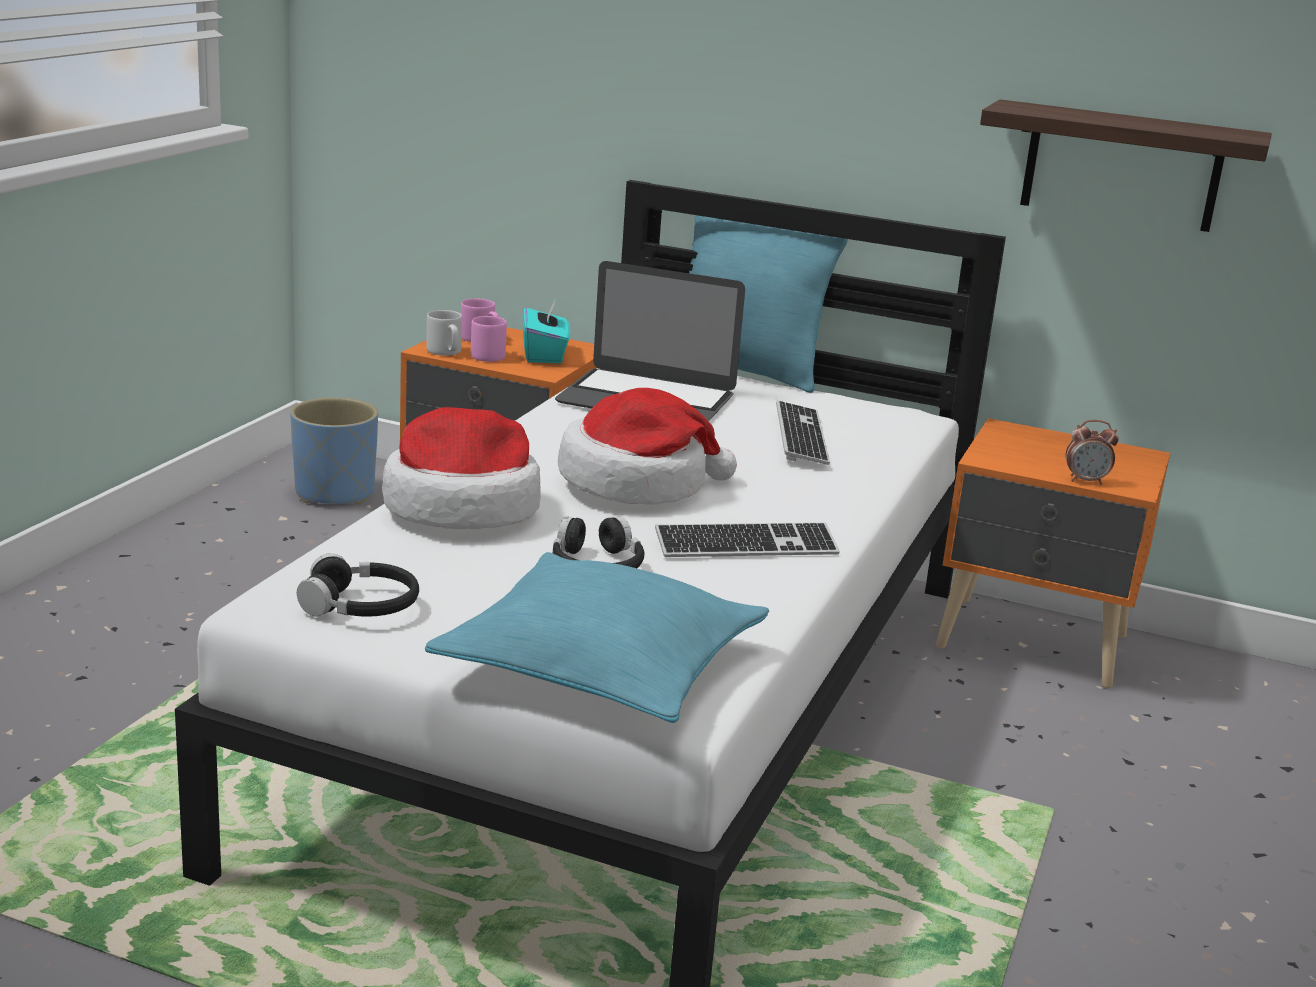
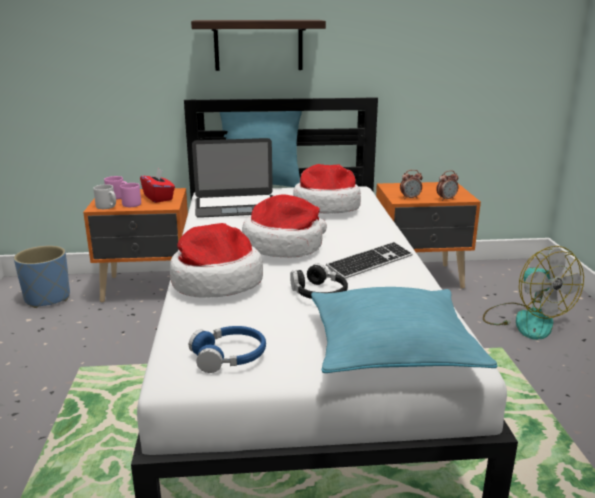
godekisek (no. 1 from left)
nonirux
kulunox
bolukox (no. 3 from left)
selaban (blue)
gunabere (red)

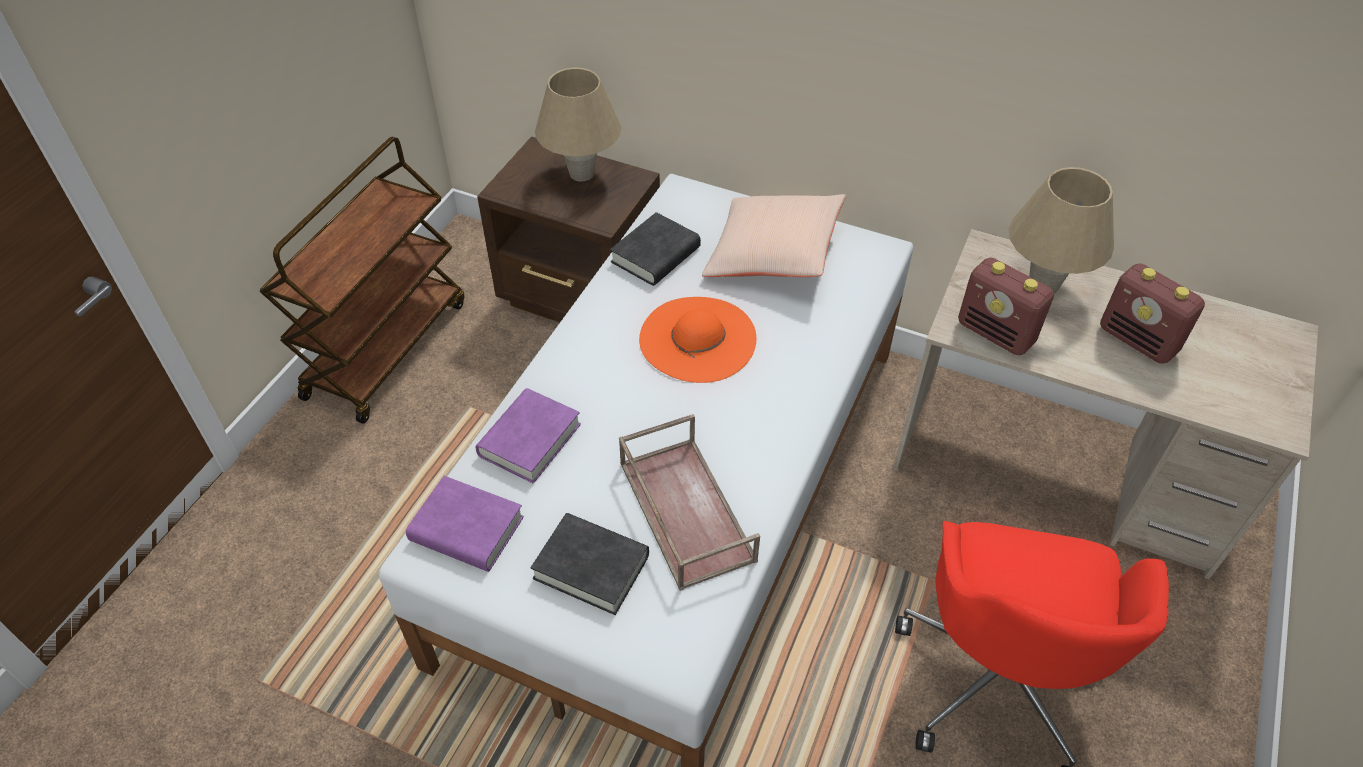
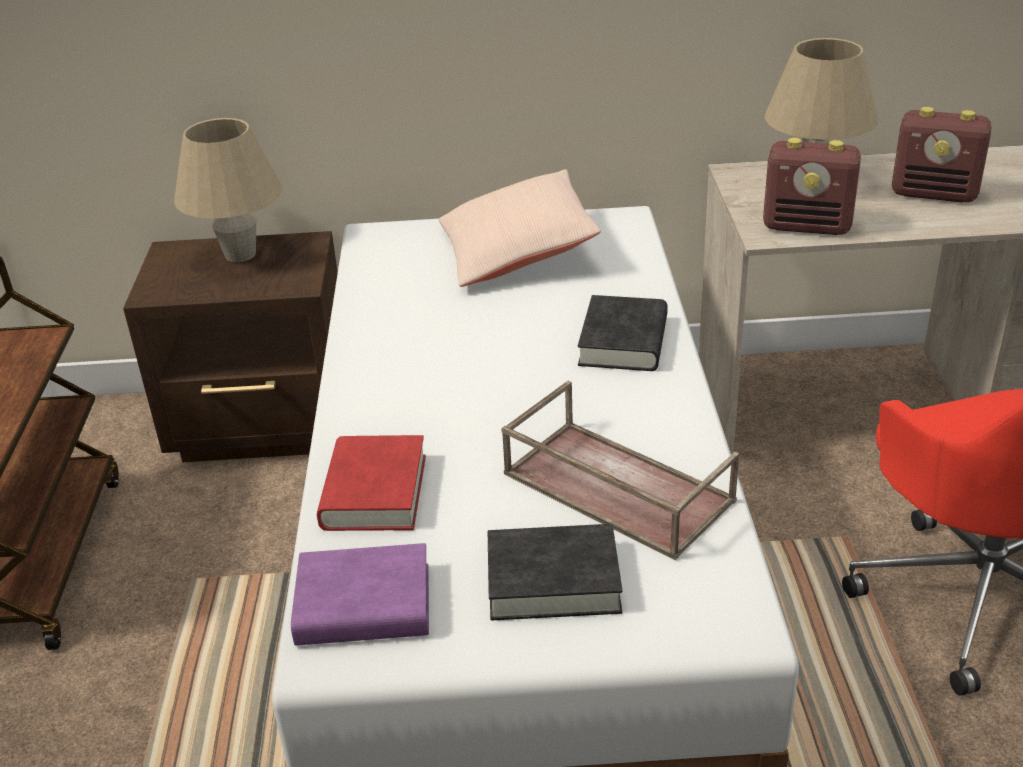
bolukox (orange)
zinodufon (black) (no. 2 from left)
zinodufon (red)

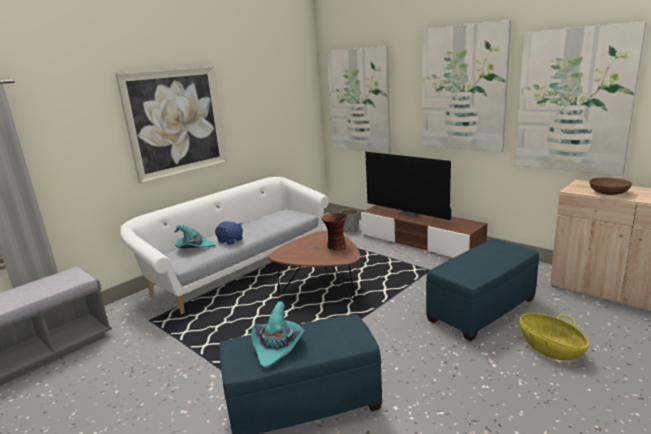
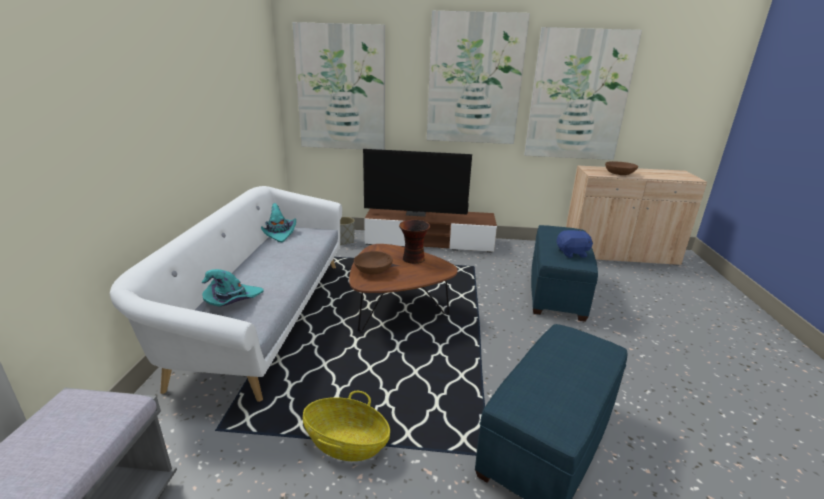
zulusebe (no. 1 from left in the first image)
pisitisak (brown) (no. 1 from left)
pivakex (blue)
bolukox (turquoise) (no. 2 from left)
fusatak

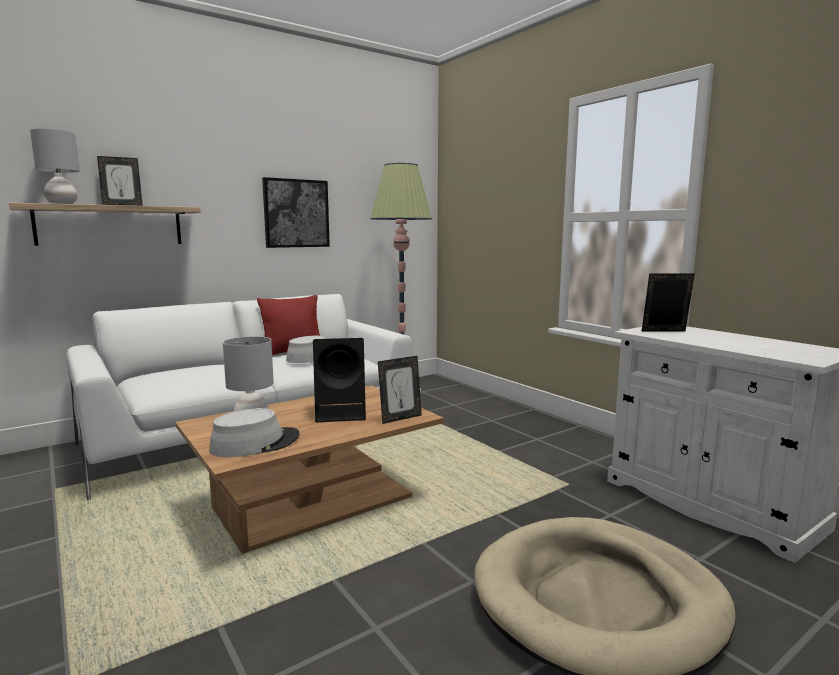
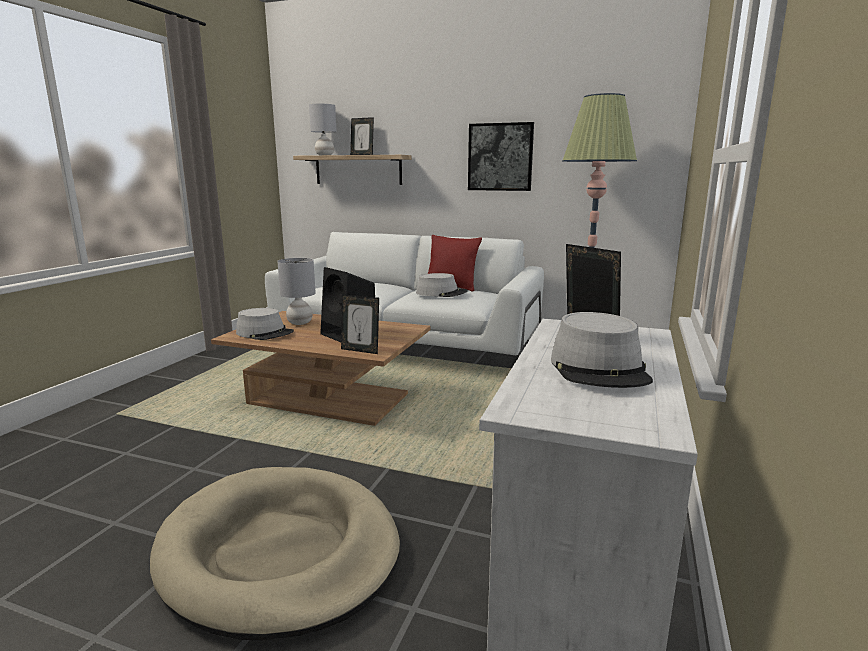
bolukox (grey) (no. 3 from left)

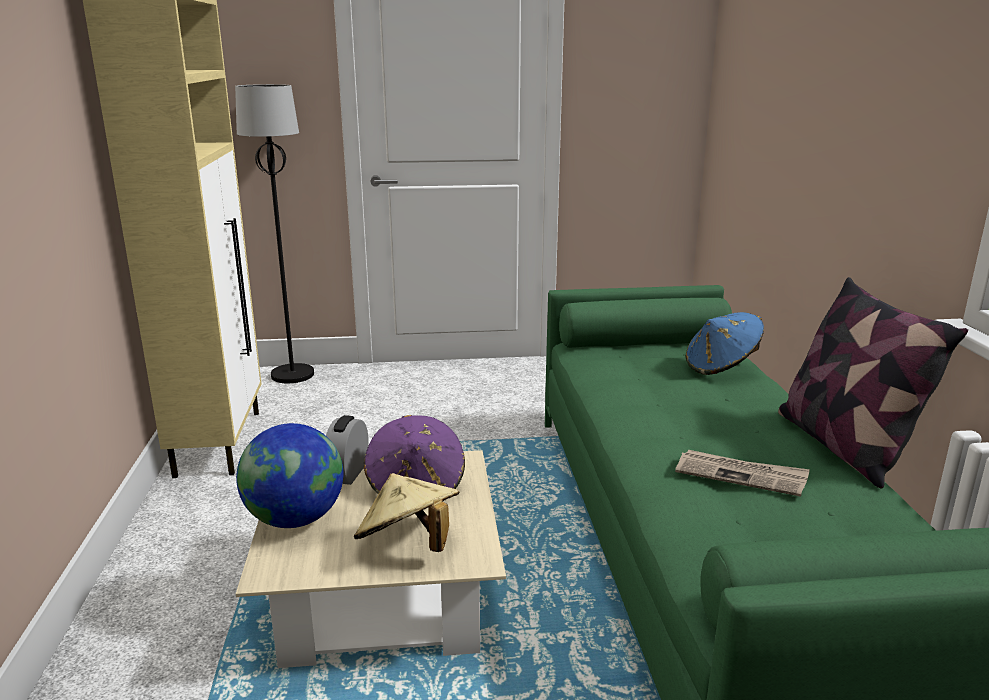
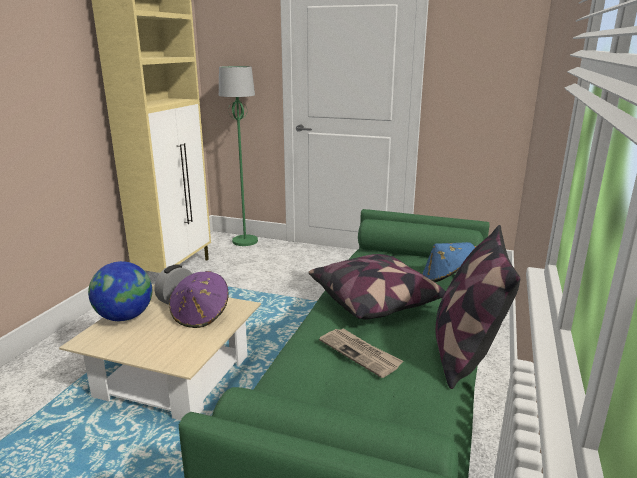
bolukox (beige)
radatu (no. 1 from left)
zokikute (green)

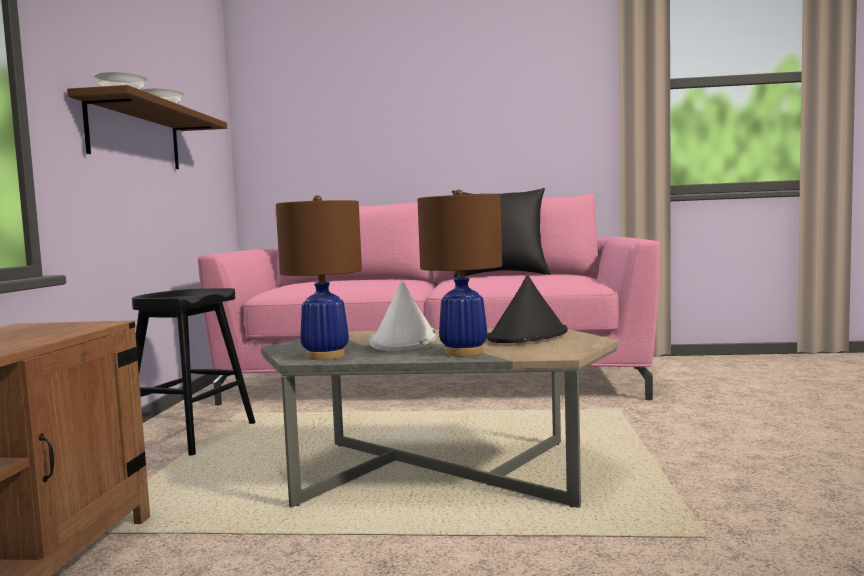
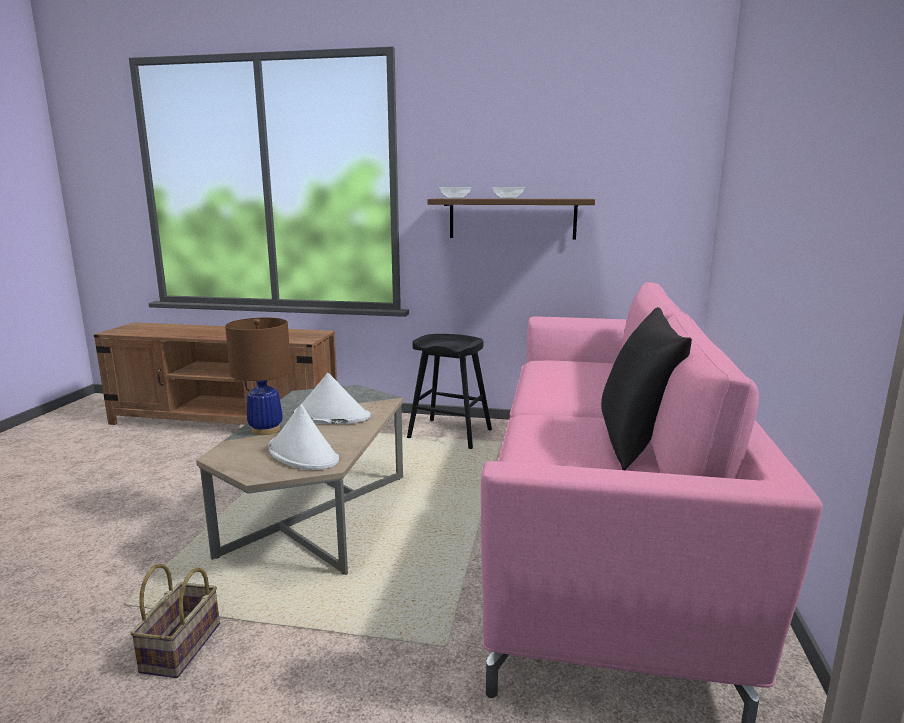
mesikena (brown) (no. 1 from left in the first image)
fusatak
bolukox (white) (no. 1 from left)

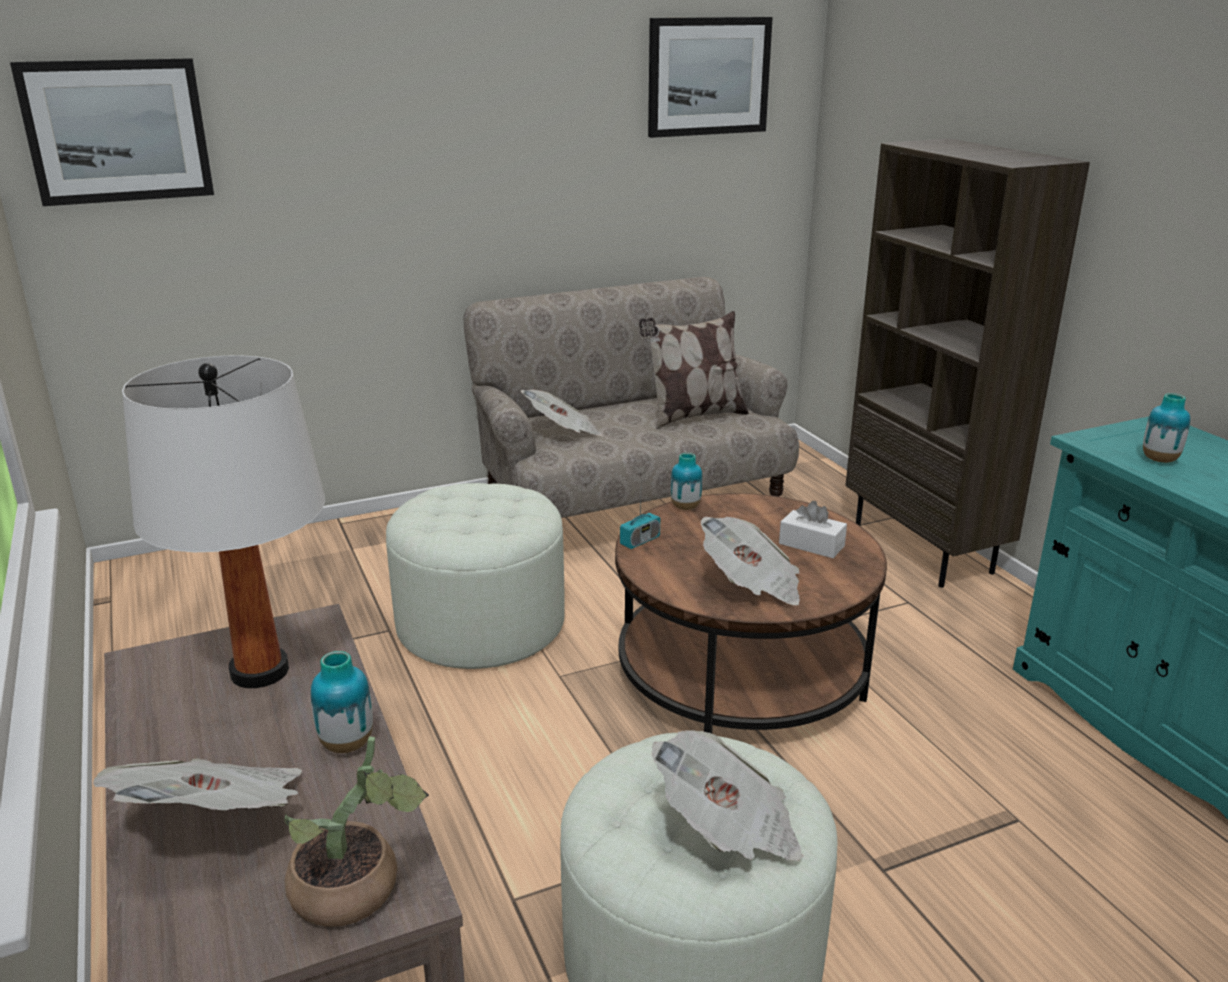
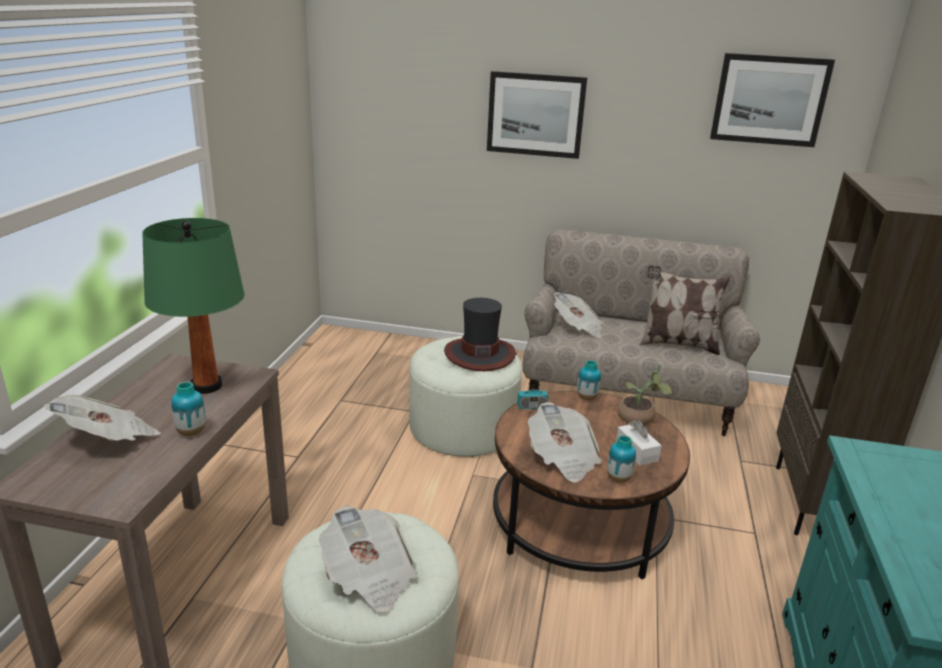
bolukox
zulusebe (no. 1 from left)
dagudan
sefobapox (no. 3 from left)
mesikena (green)

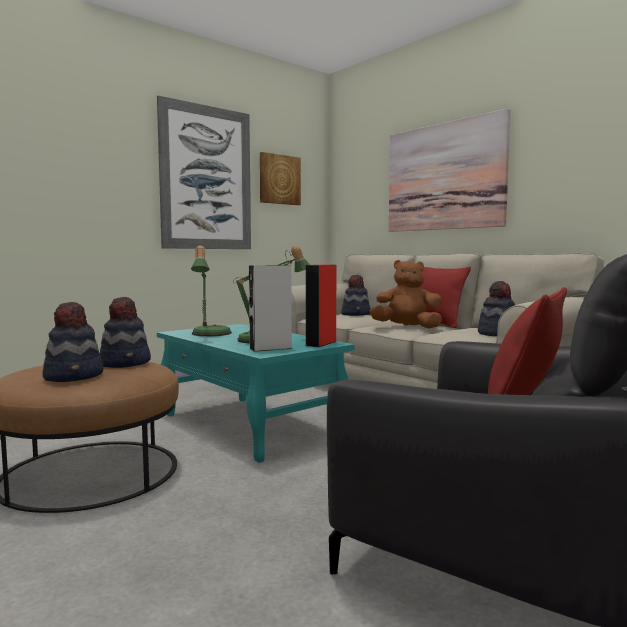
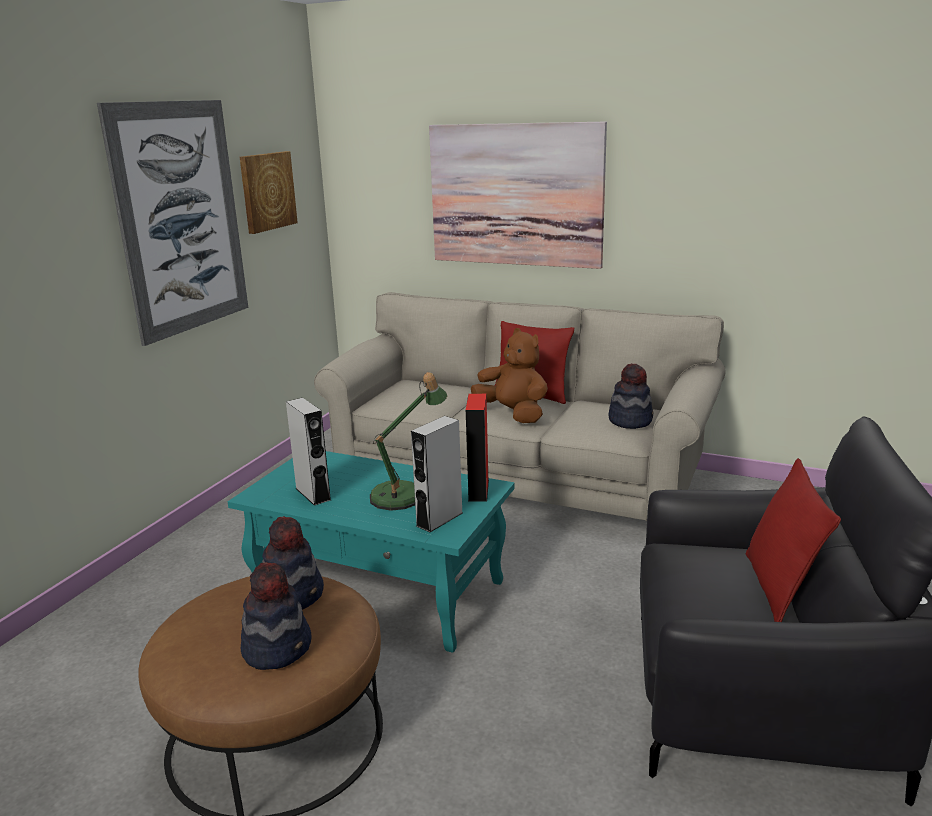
bolukox (no. 3 from left in the first image)
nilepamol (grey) (no. 1 from left)
pivakex (brown)

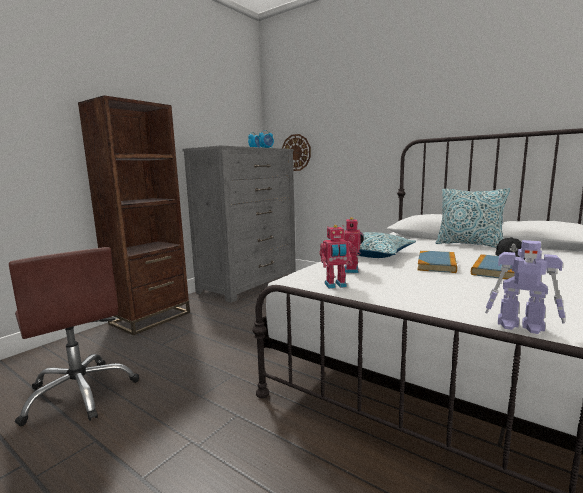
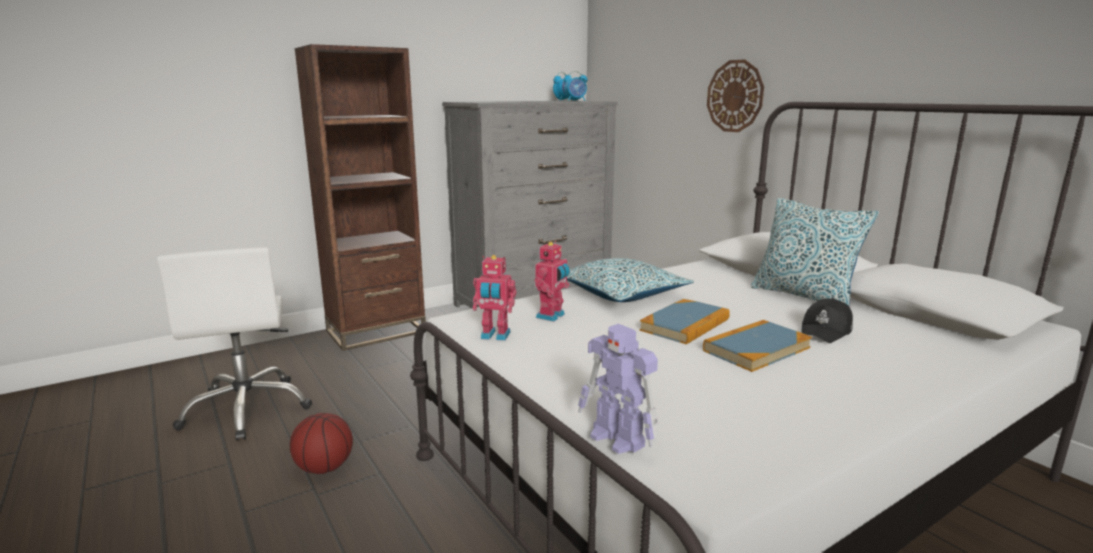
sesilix
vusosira
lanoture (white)

